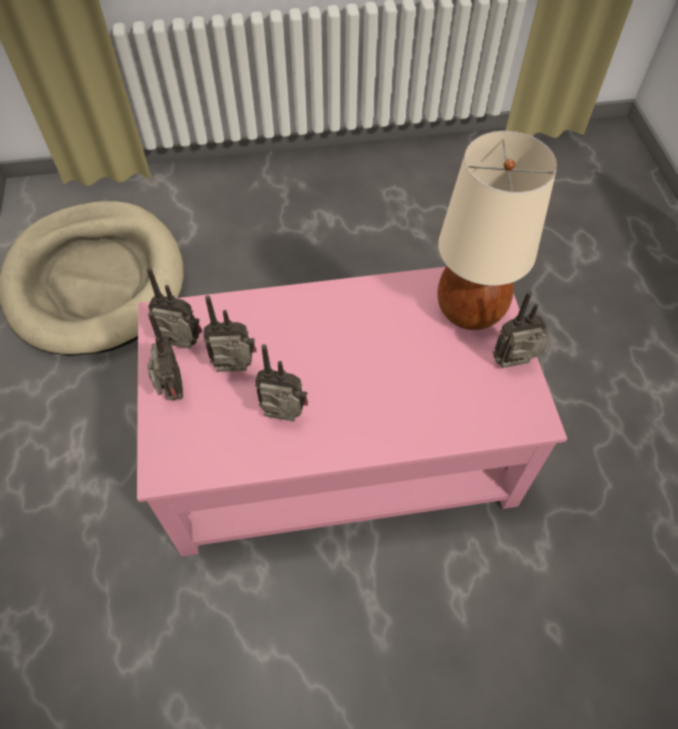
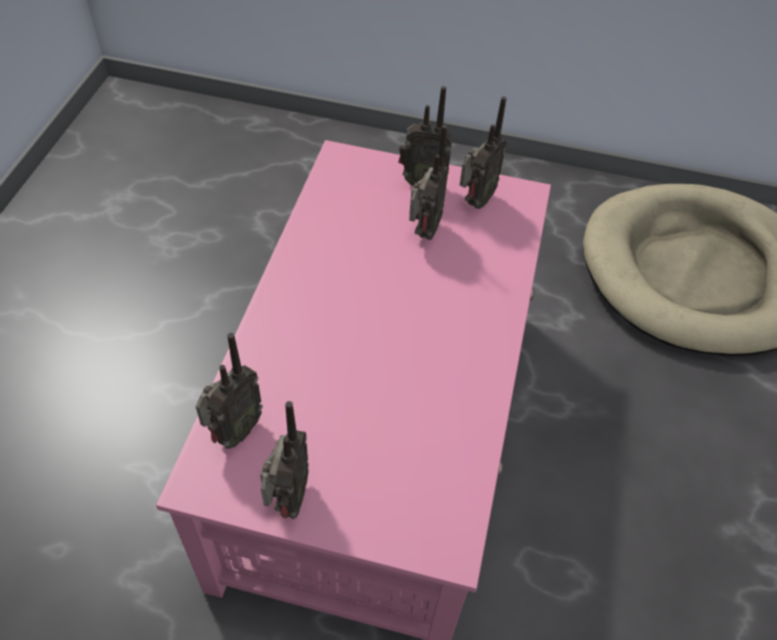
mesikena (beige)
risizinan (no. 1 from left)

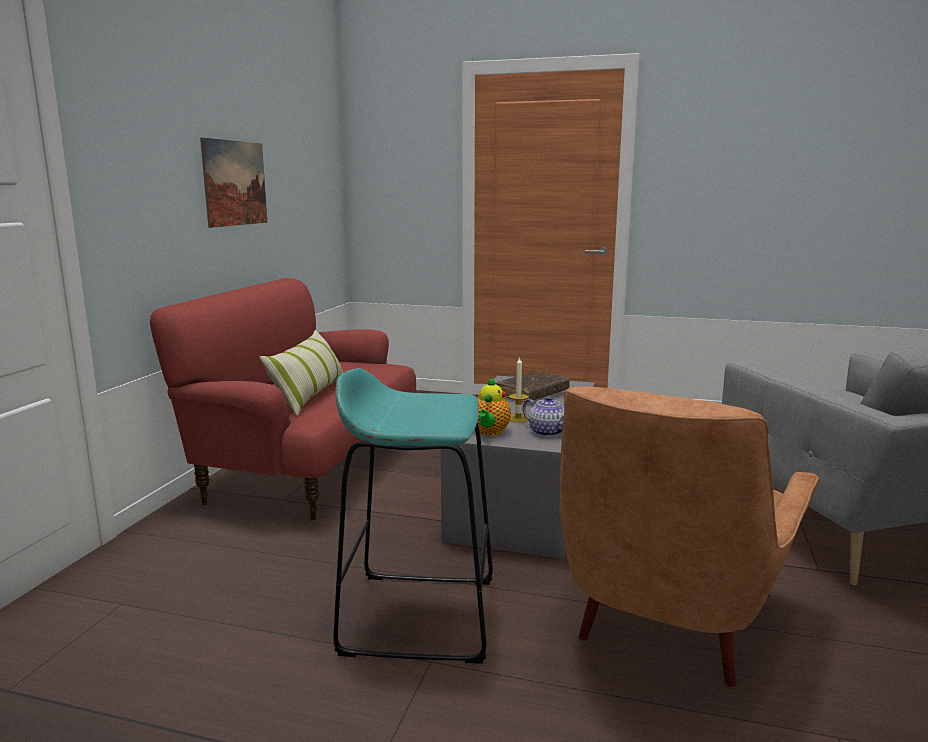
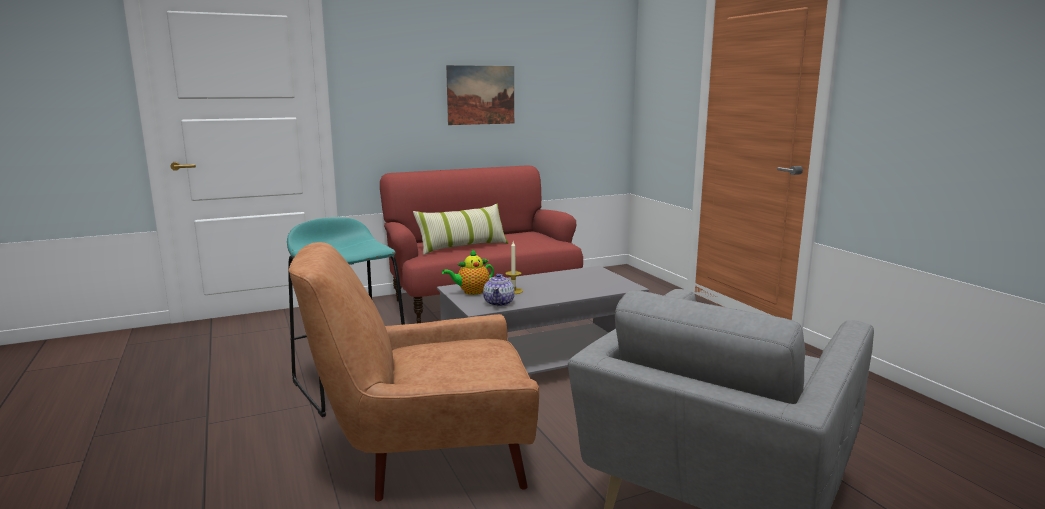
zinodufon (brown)

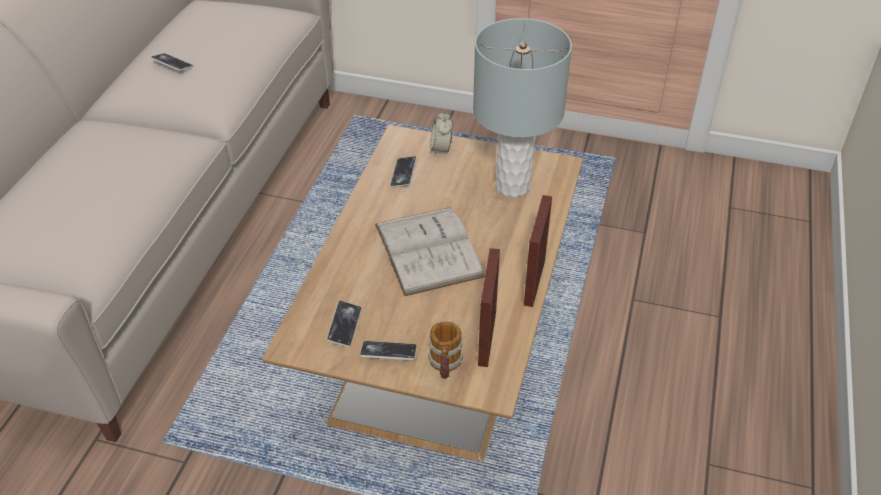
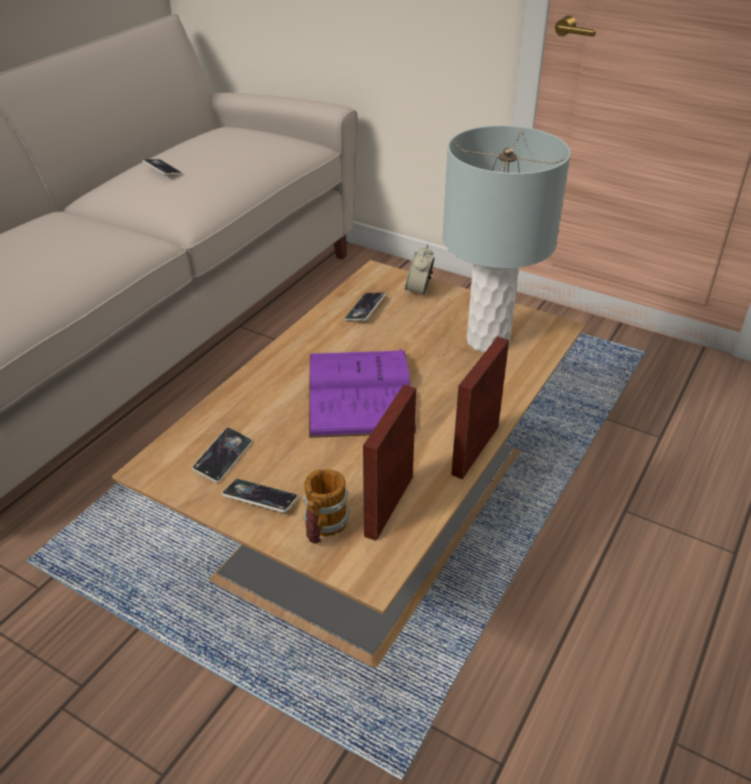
zinodufon (purple)

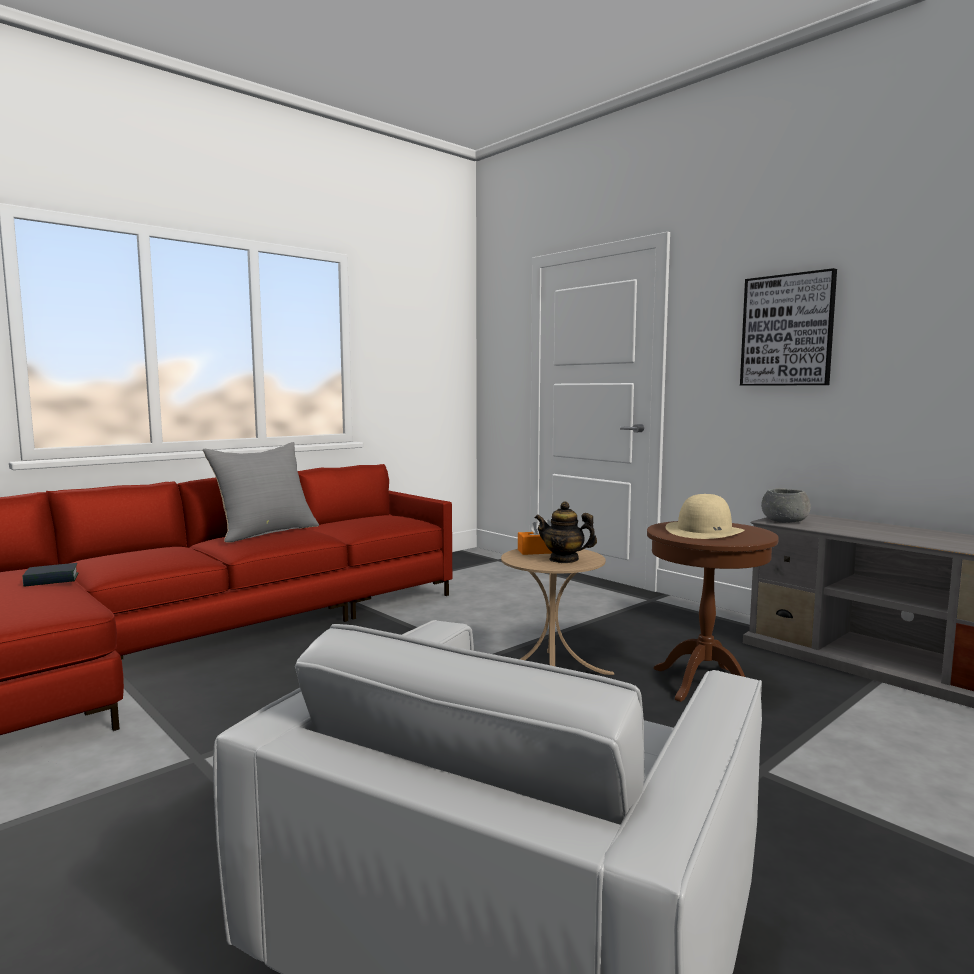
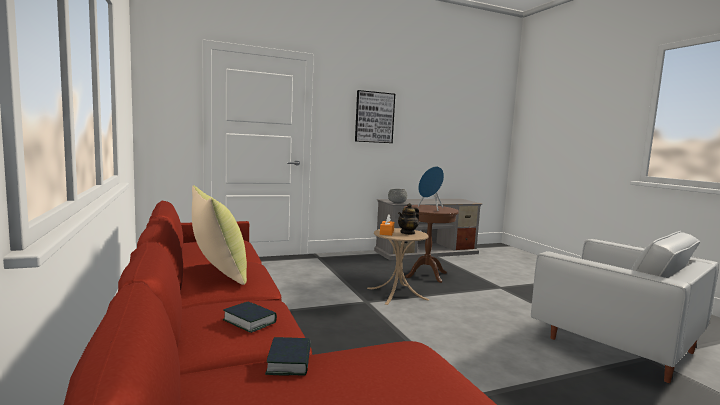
zinodufon (no. 1 from left)
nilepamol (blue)
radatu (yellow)

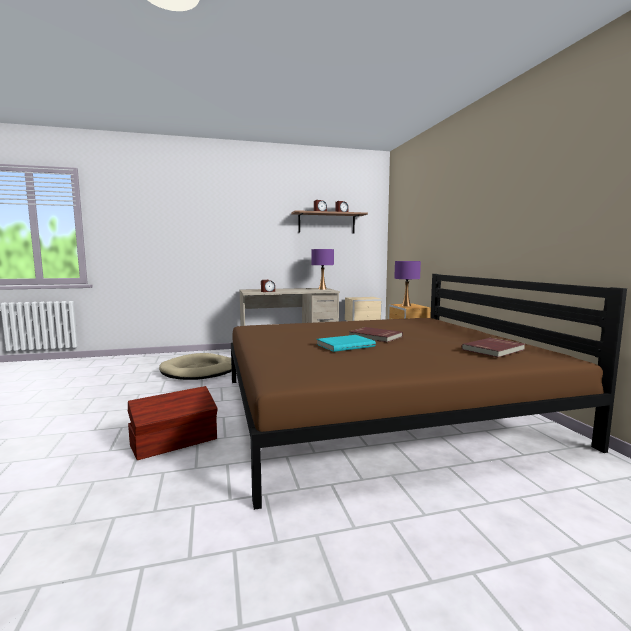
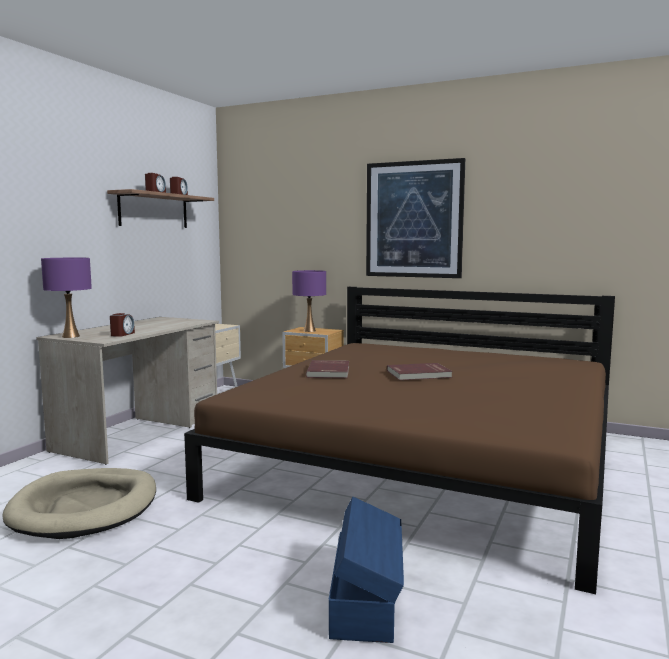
zinodufon (turquoise)
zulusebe
mesikena (purple) (no. 1 from left)
zinodufon (red) (no. 1 from left)
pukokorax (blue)

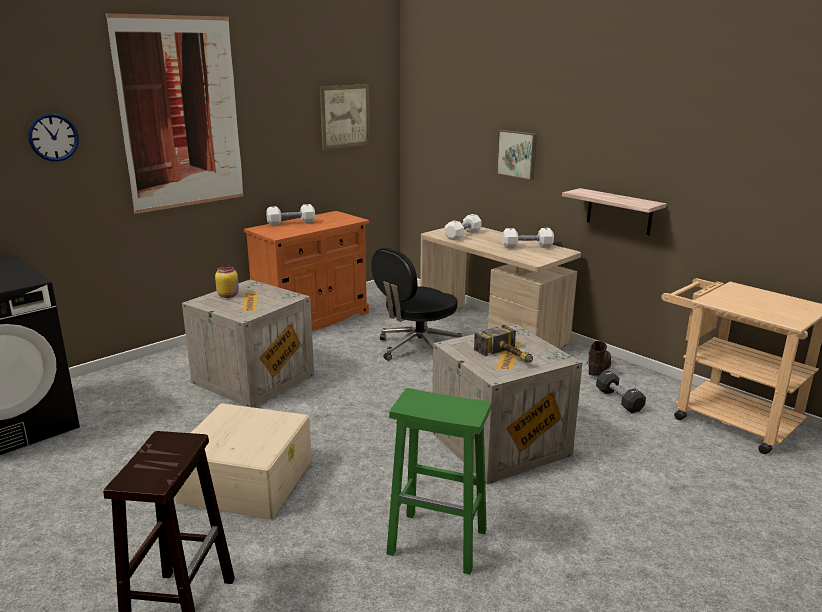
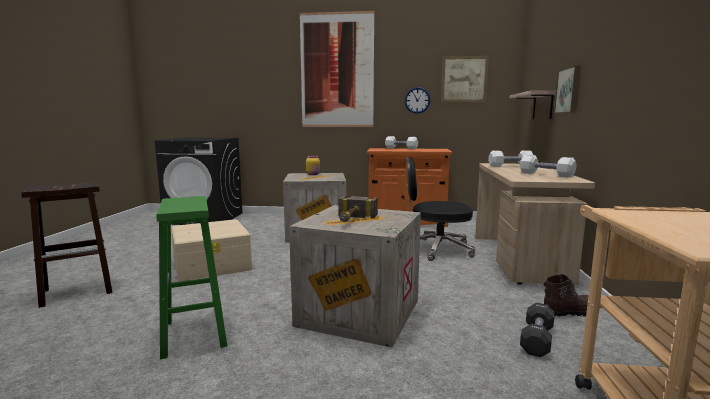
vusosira
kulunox

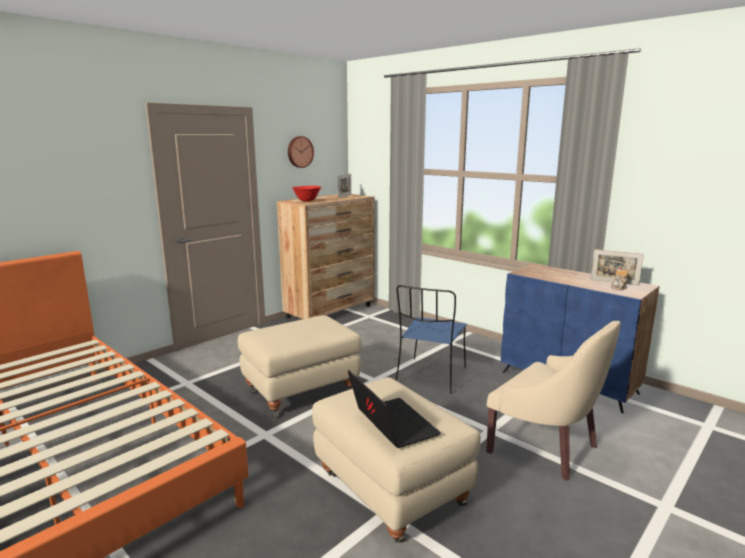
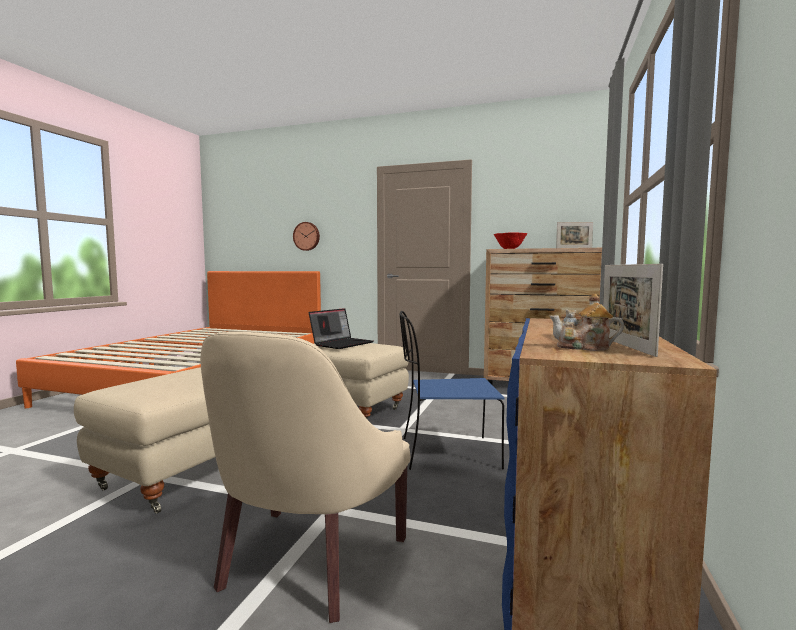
vusosira
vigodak

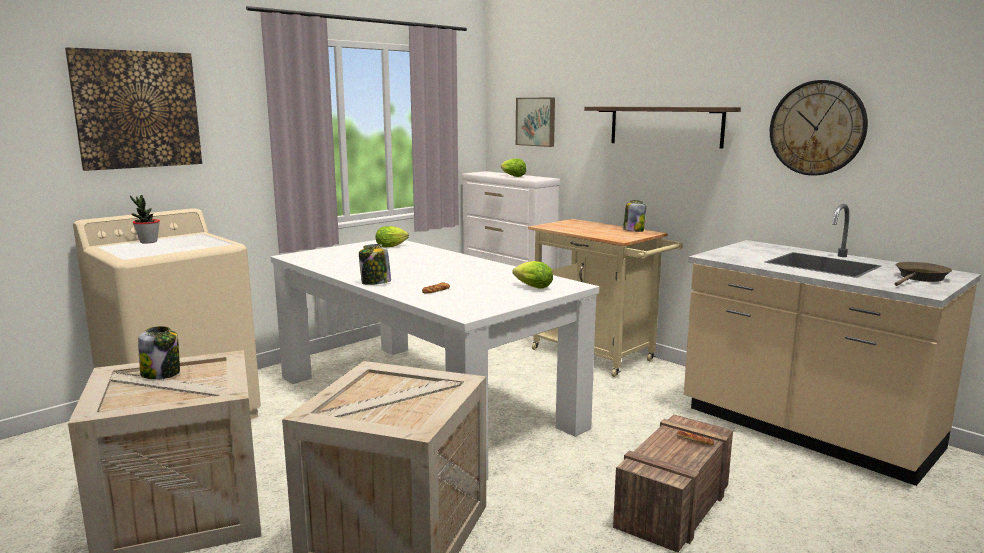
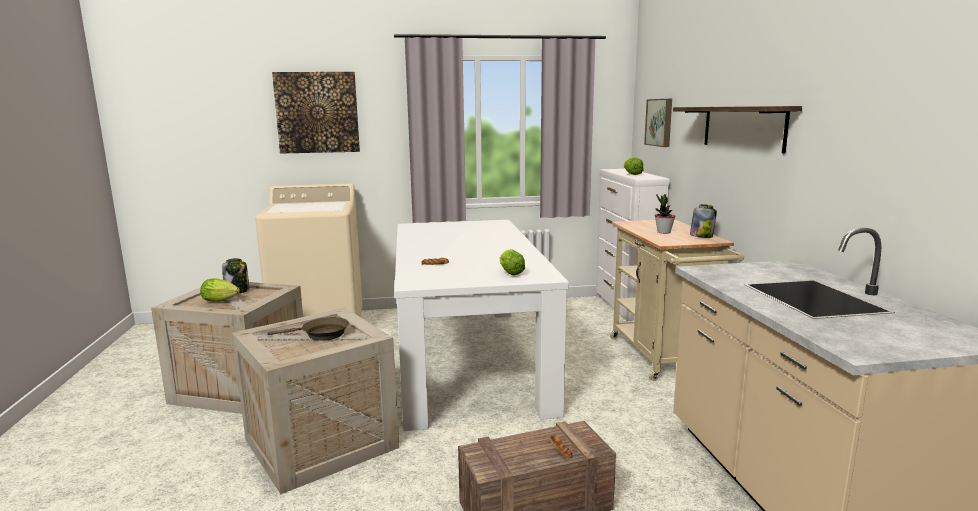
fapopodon (no. 2 from left in the first image)
vusosira
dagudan
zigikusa (no. 1 from left)
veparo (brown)

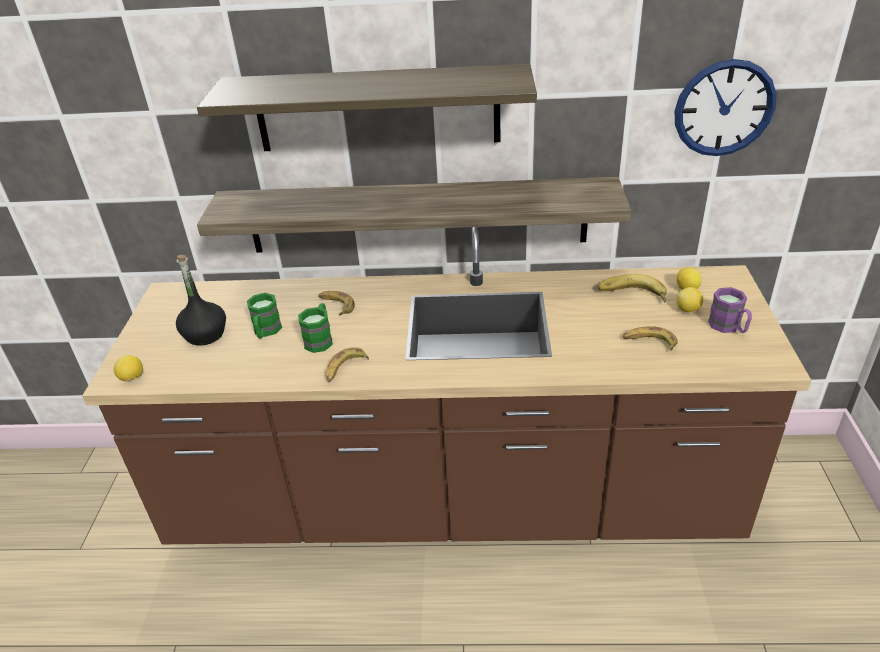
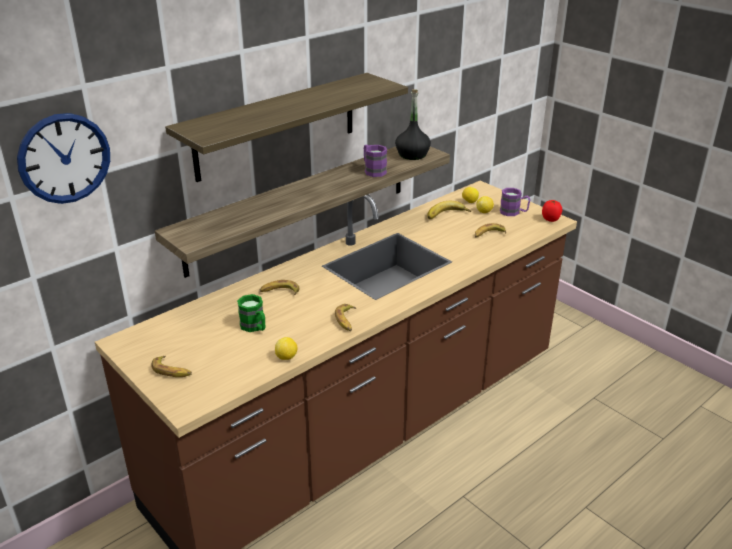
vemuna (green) (no. 2 from left in the first image)
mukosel (no. 1 from left)
vemuna (purple) (no. 1 from left)
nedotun
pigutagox (no. 1 from left)
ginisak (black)
vusosira

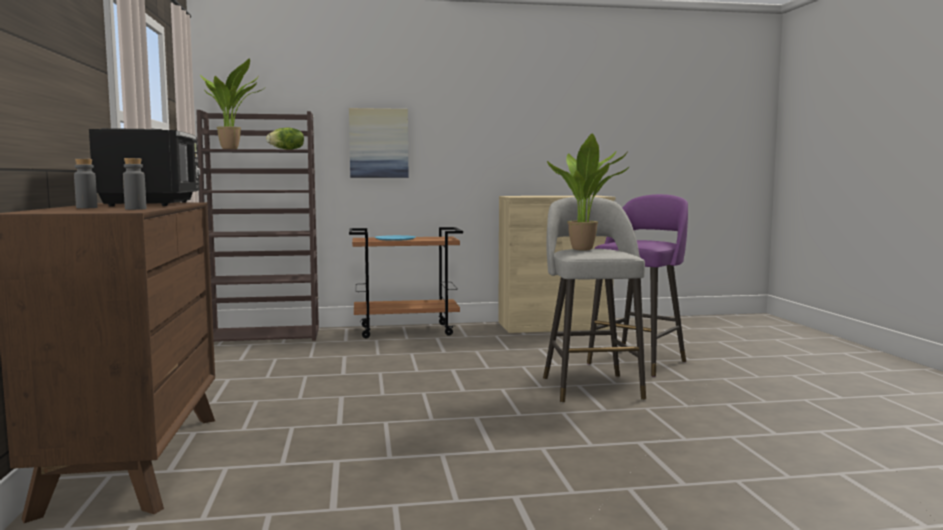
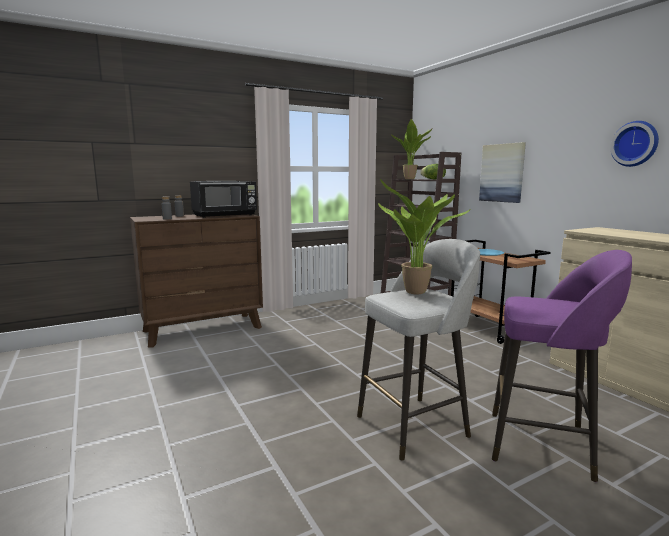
vusosira

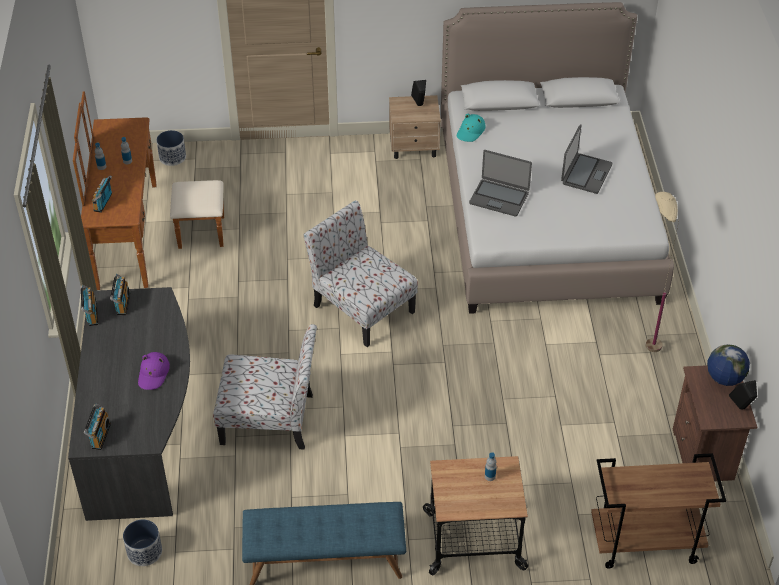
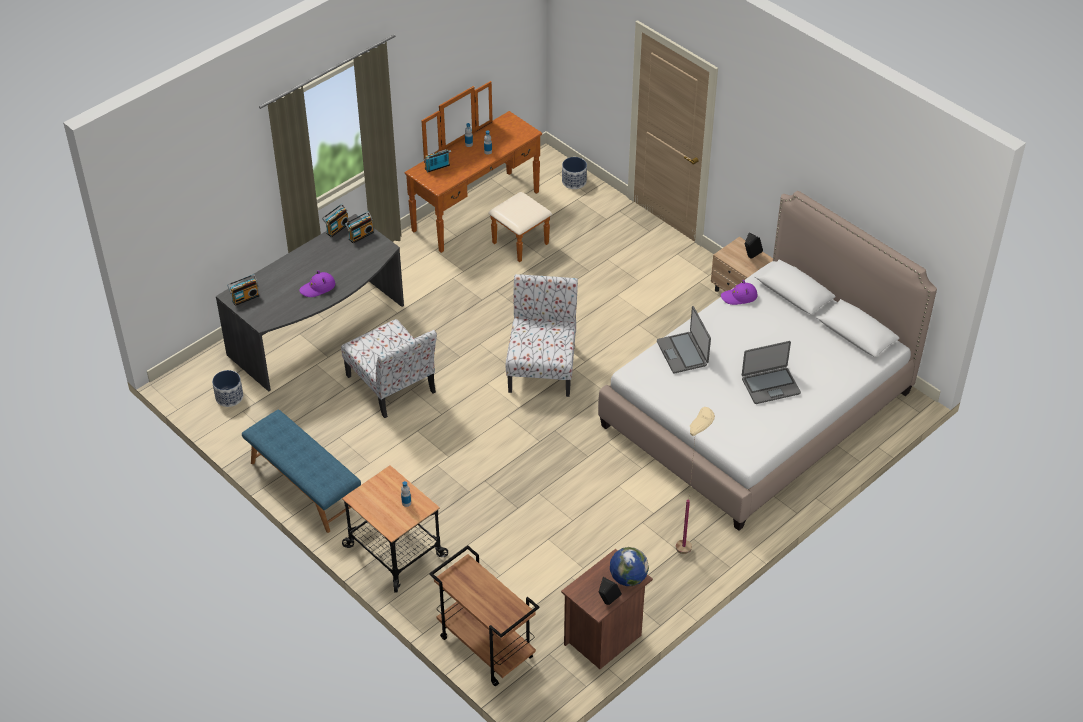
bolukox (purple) (no. 2 from left)

